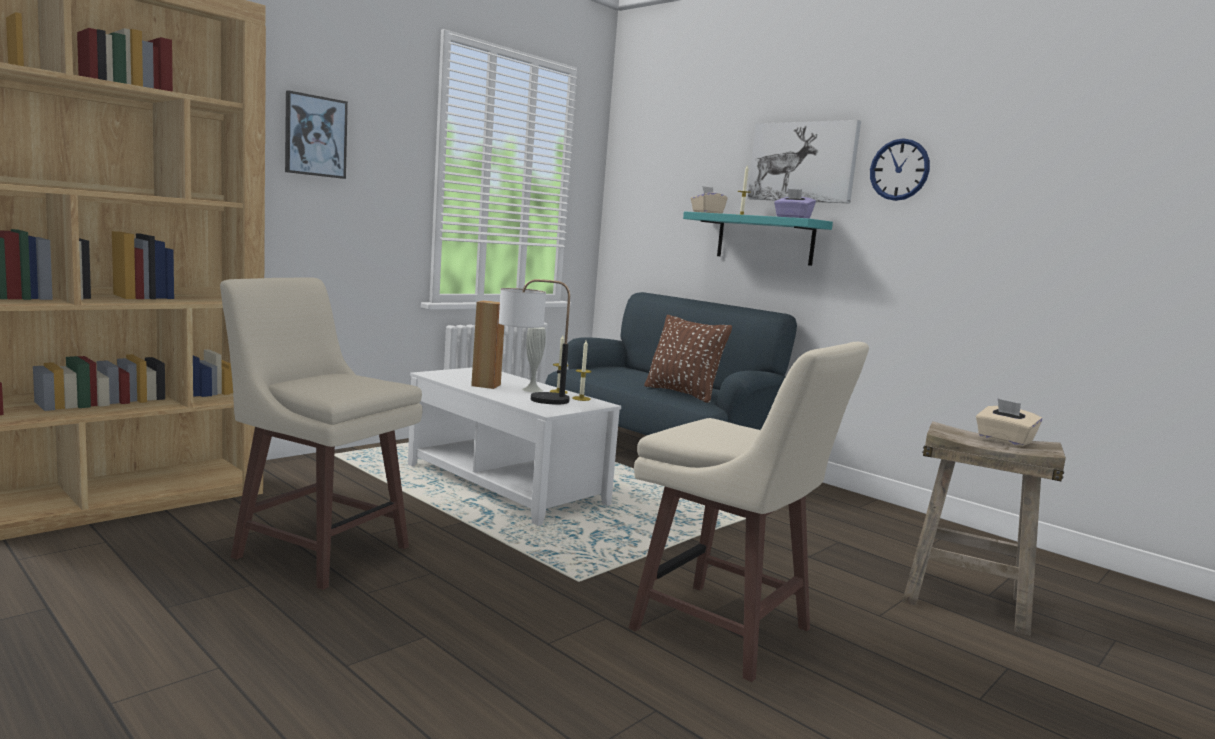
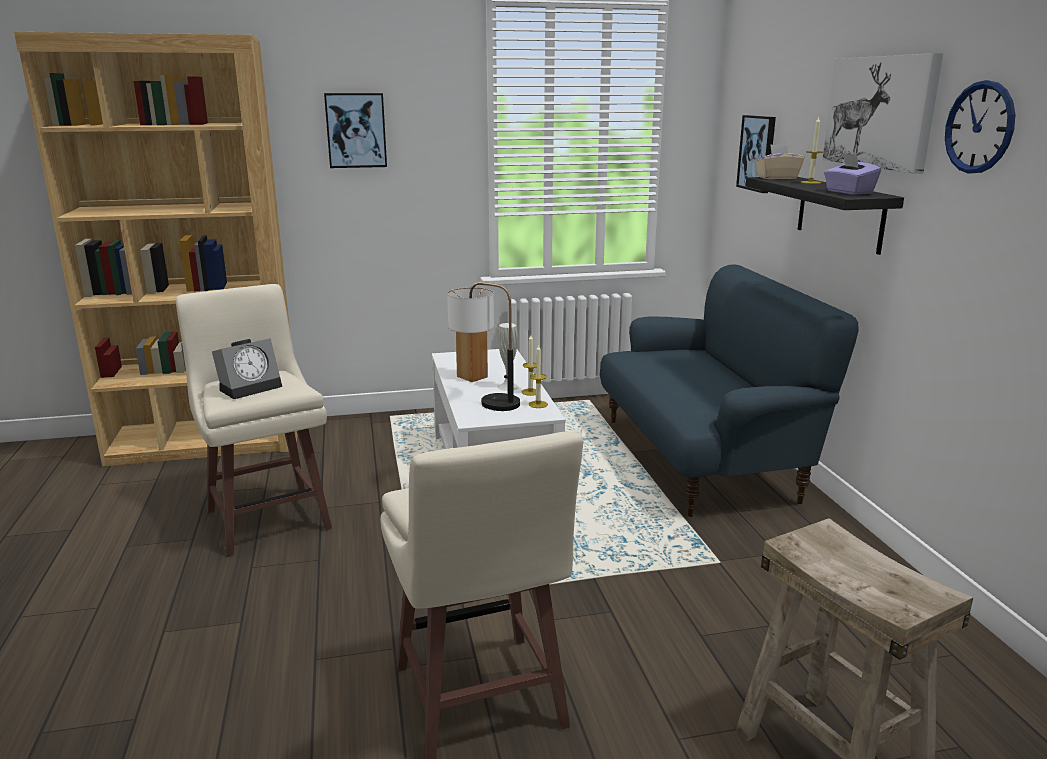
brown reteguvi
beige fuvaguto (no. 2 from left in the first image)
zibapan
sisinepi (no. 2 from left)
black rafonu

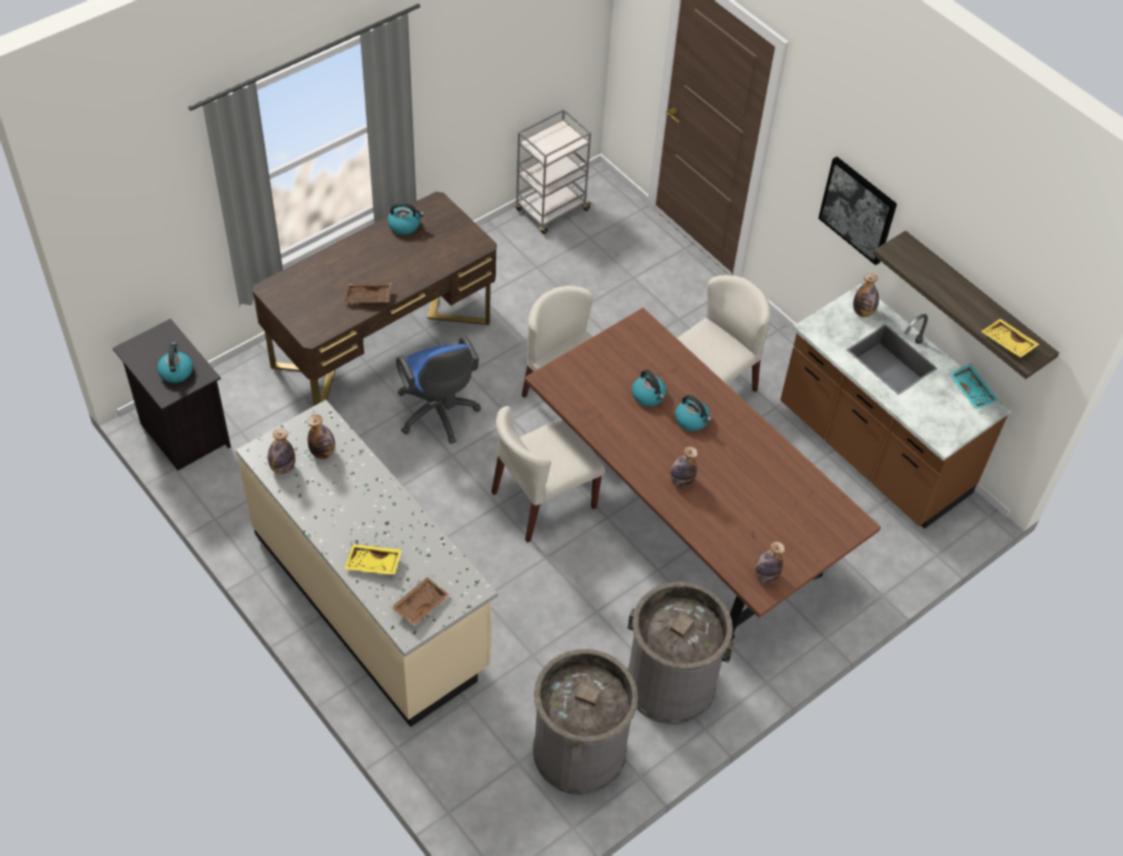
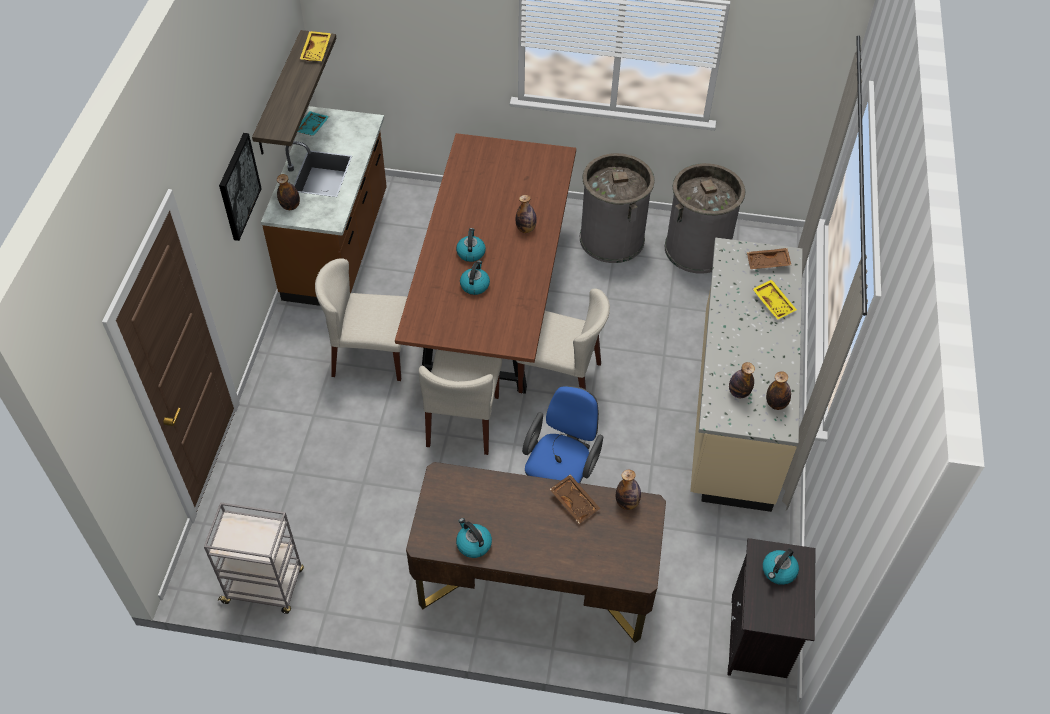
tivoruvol (no. 3 from left)

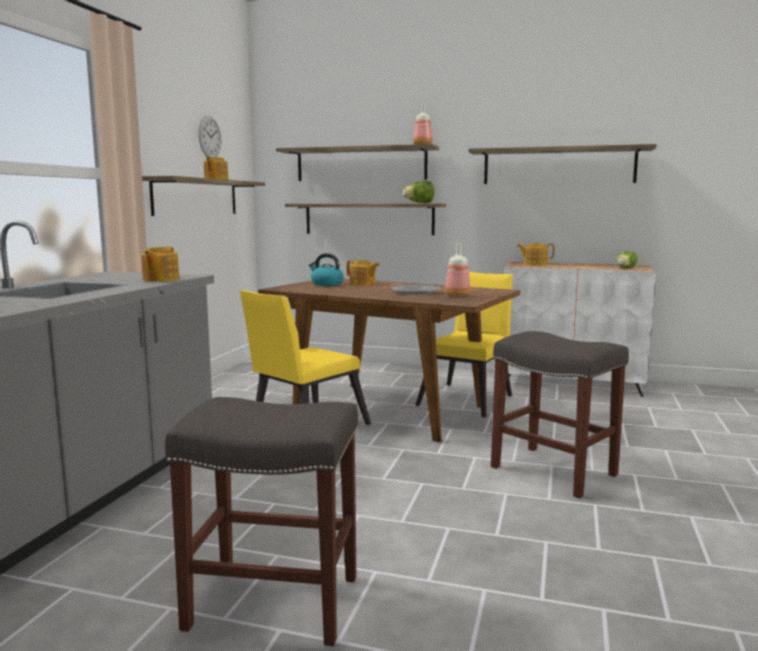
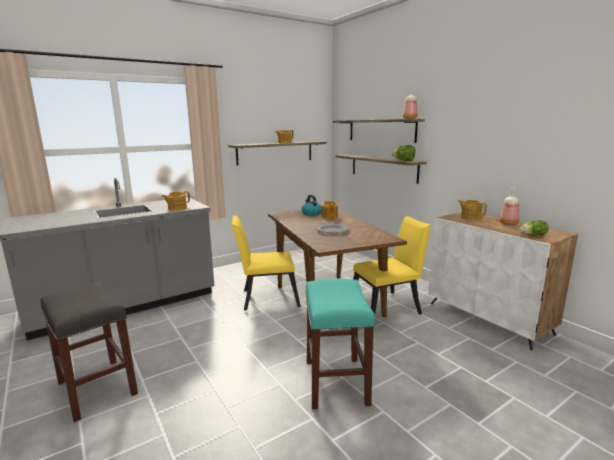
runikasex
rafonu (no. 4 from left in the first image)
tivoruvol (no. 2 from left)
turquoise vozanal

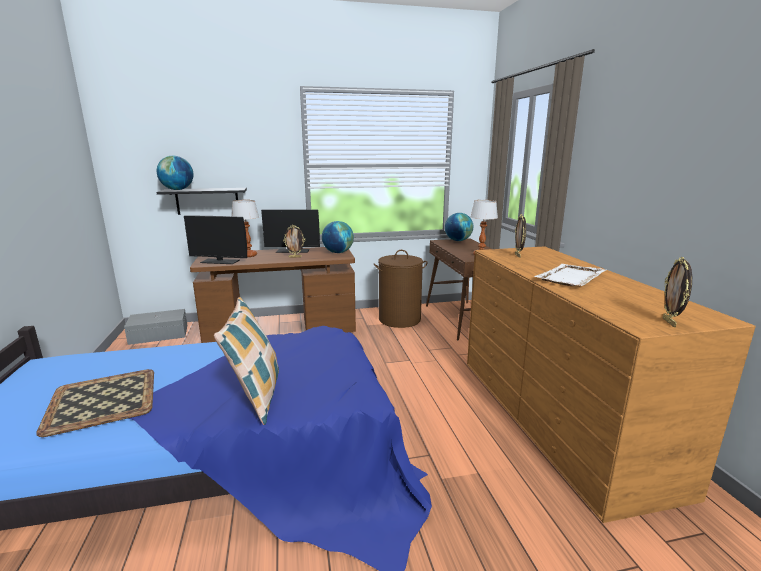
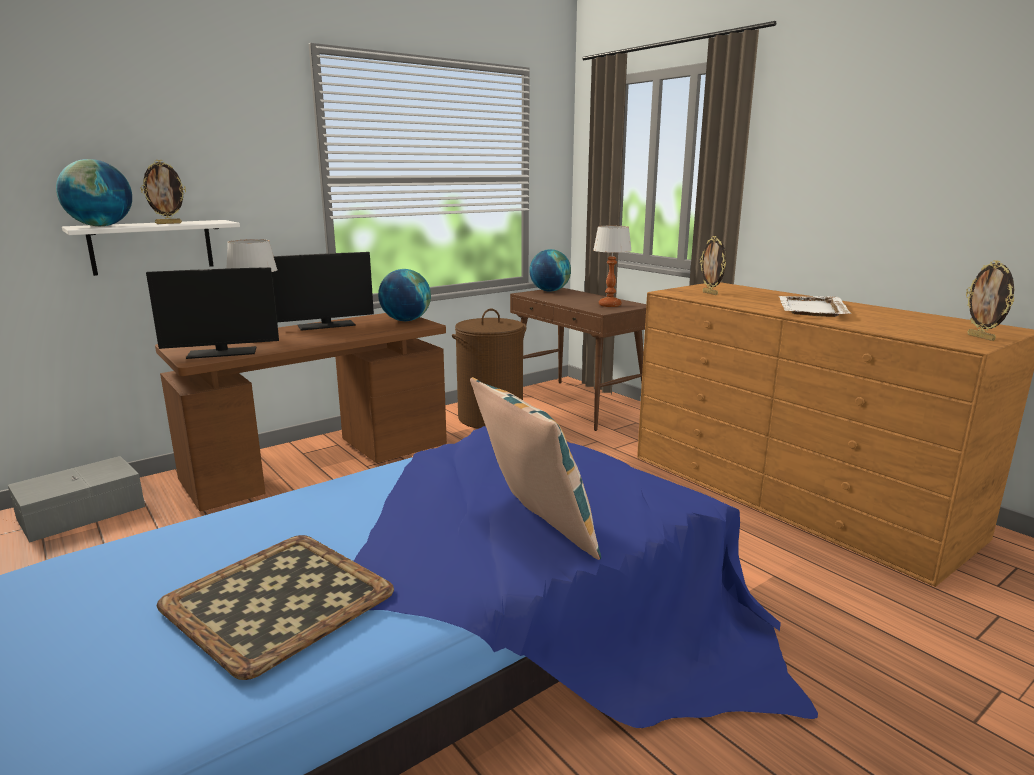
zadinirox (no. 1 from left)
white rafonu

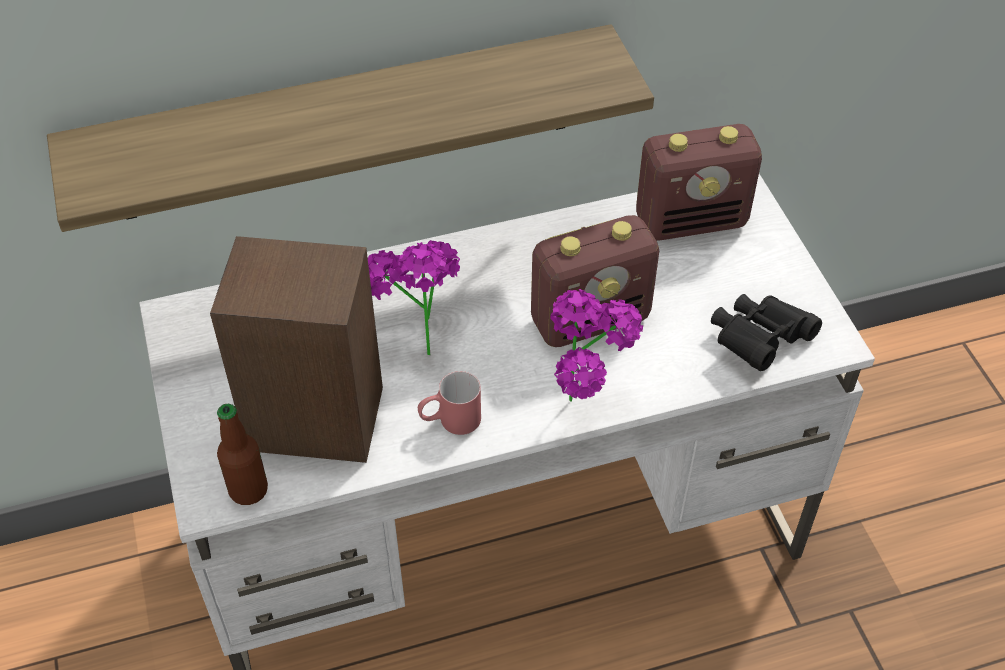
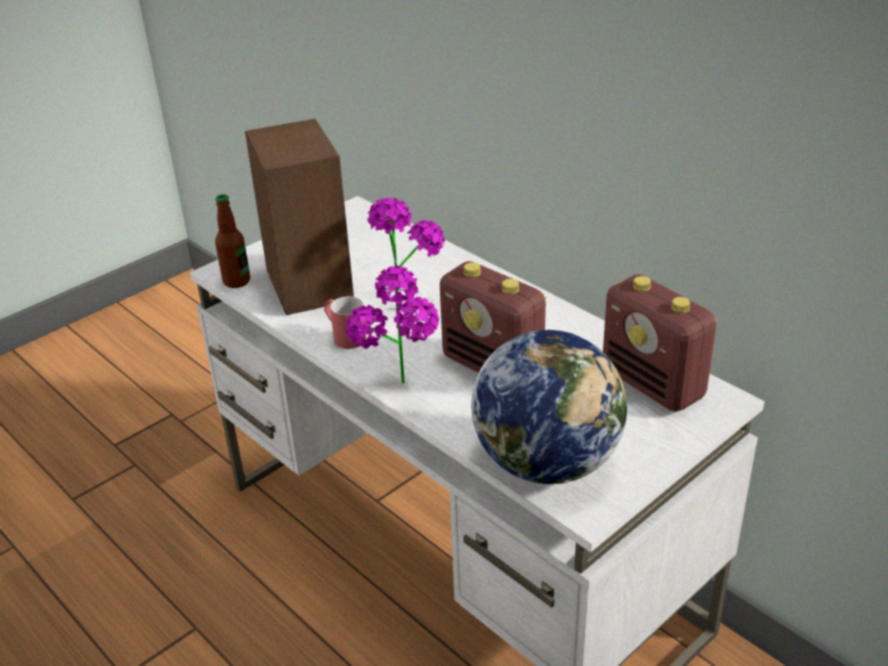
rafonu
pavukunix

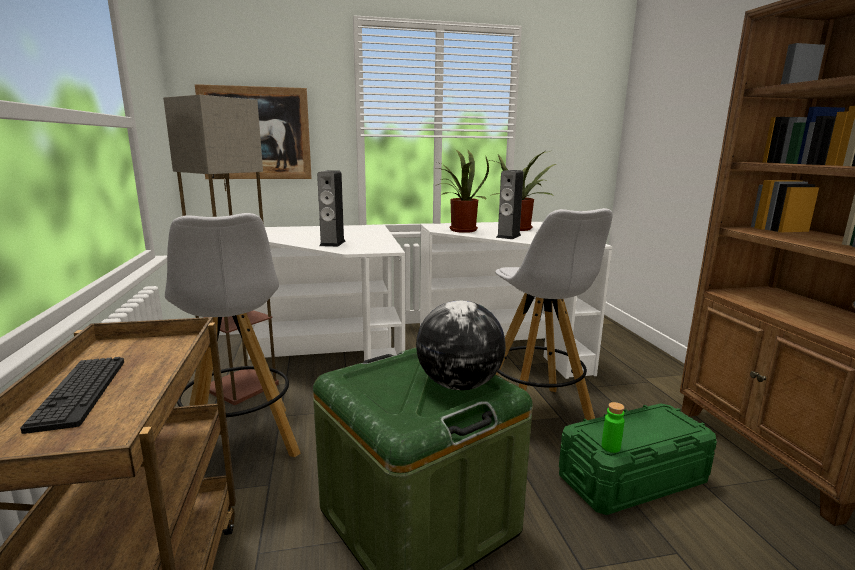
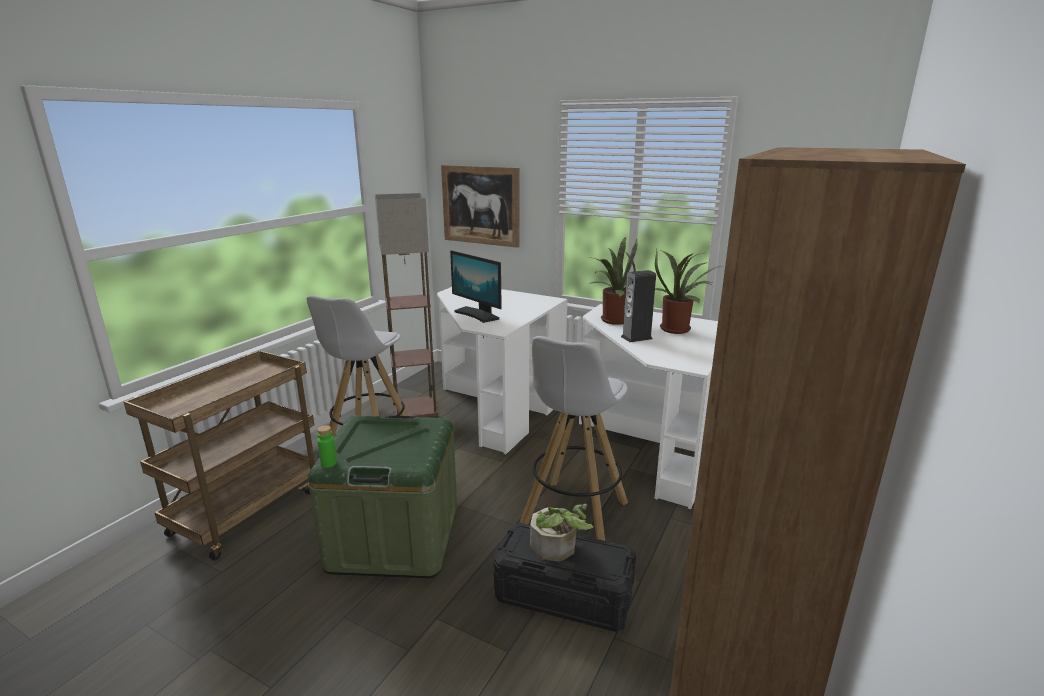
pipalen
pavukunix
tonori (no. 1 from left)
green tivoruvol
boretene
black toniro

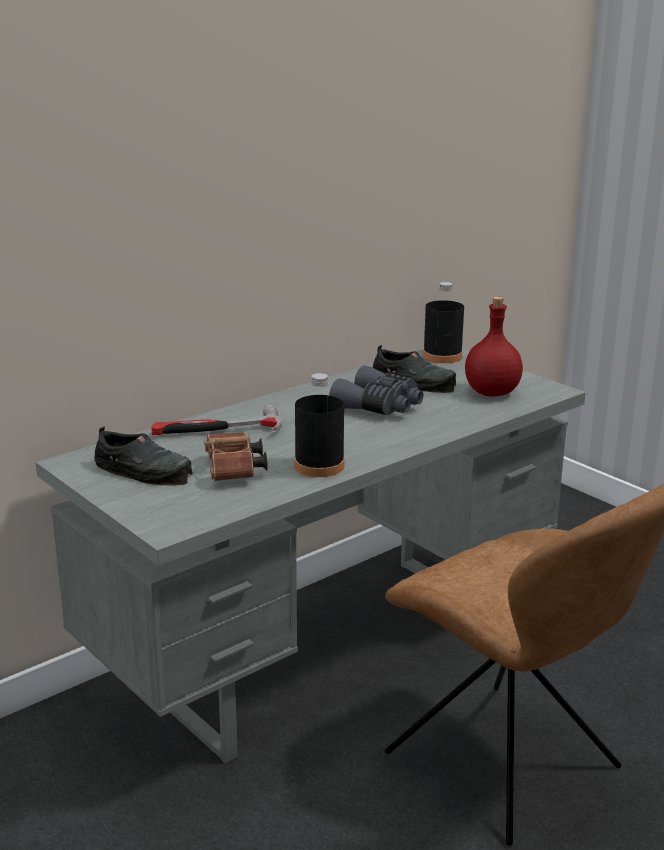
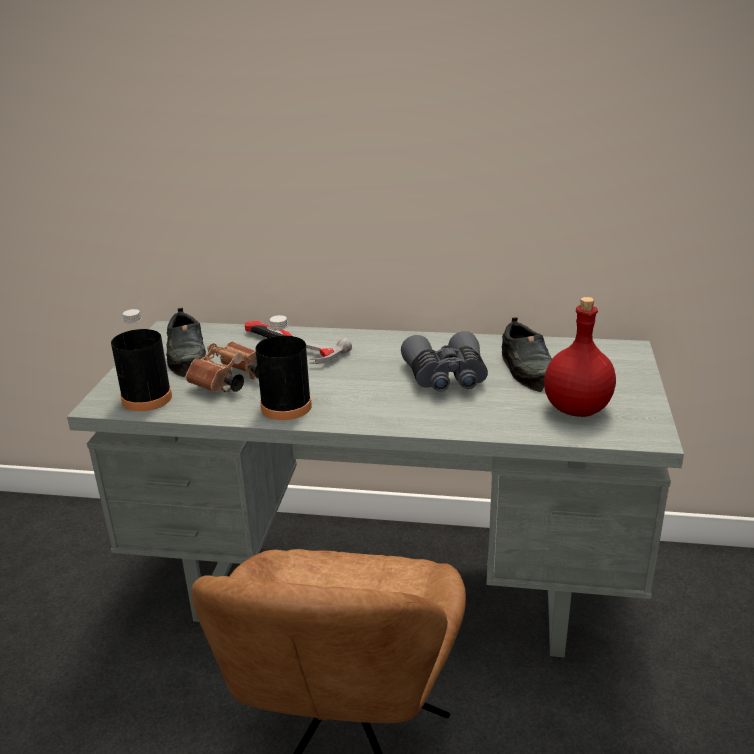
black tivoruvol (no. 1 from left)

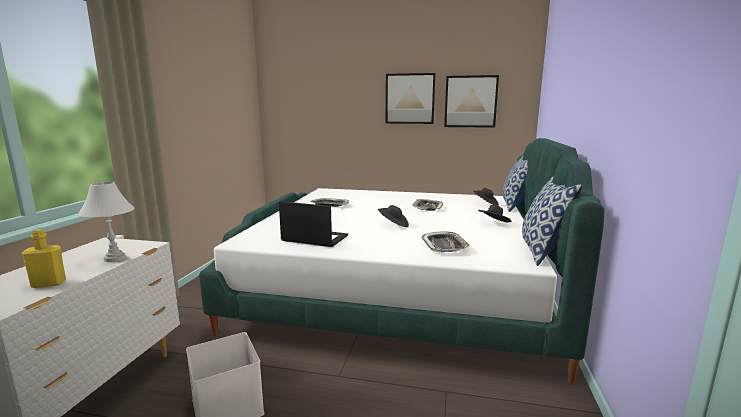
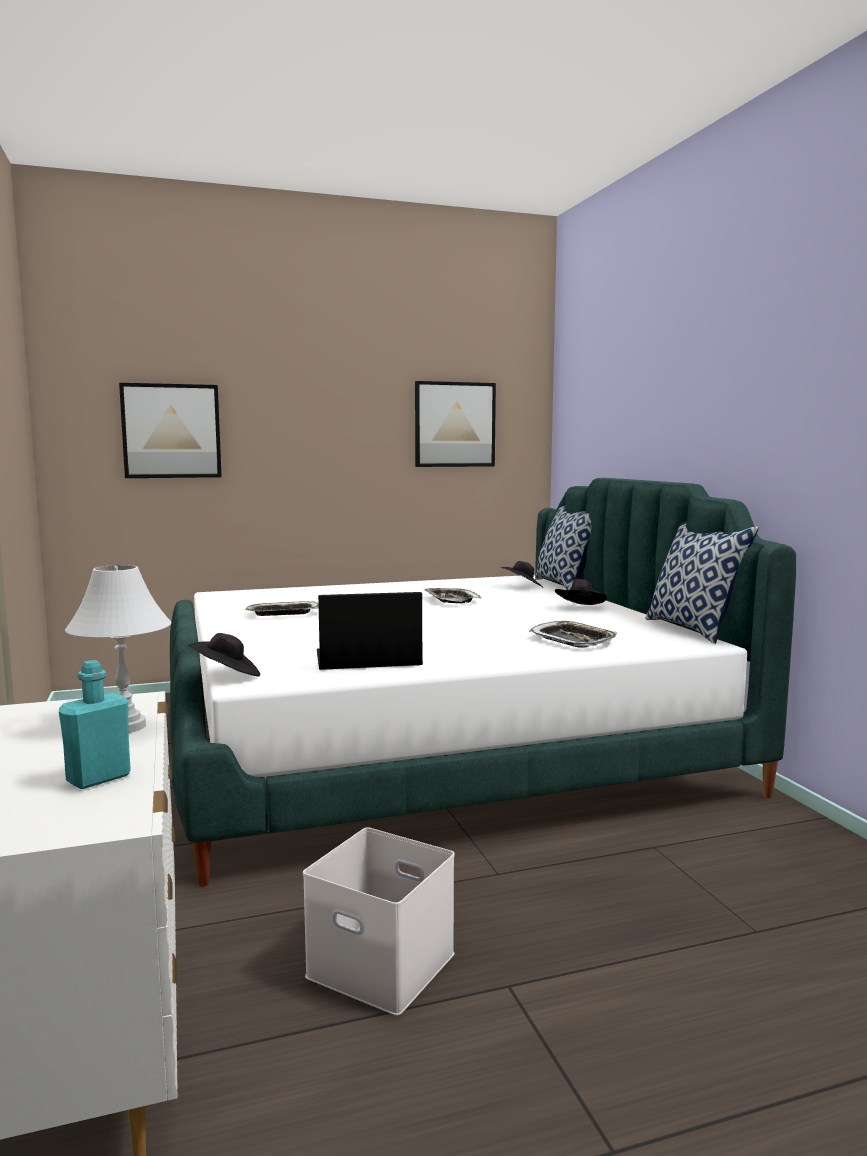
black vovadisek (no. 1 from left)
sisinepi (no. 1 from left)
turquoise tivoruvol

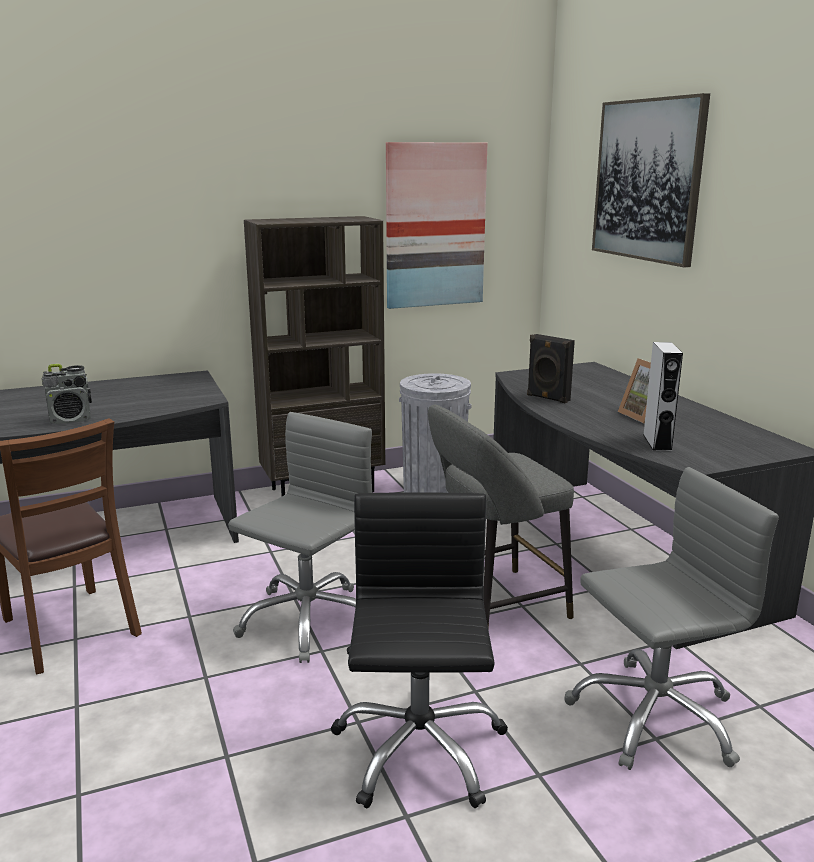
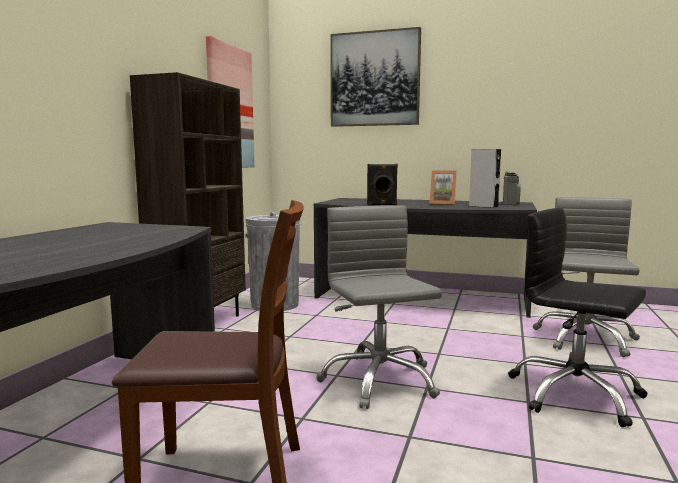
grey vozanal
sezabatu

